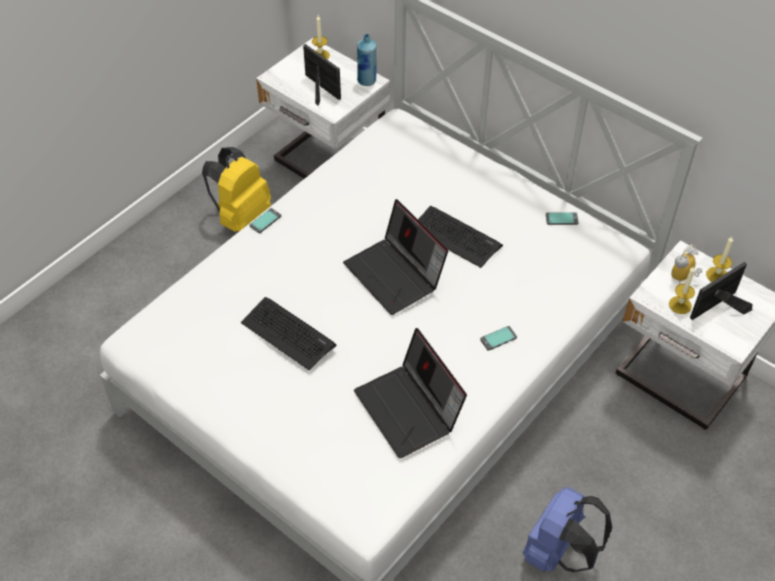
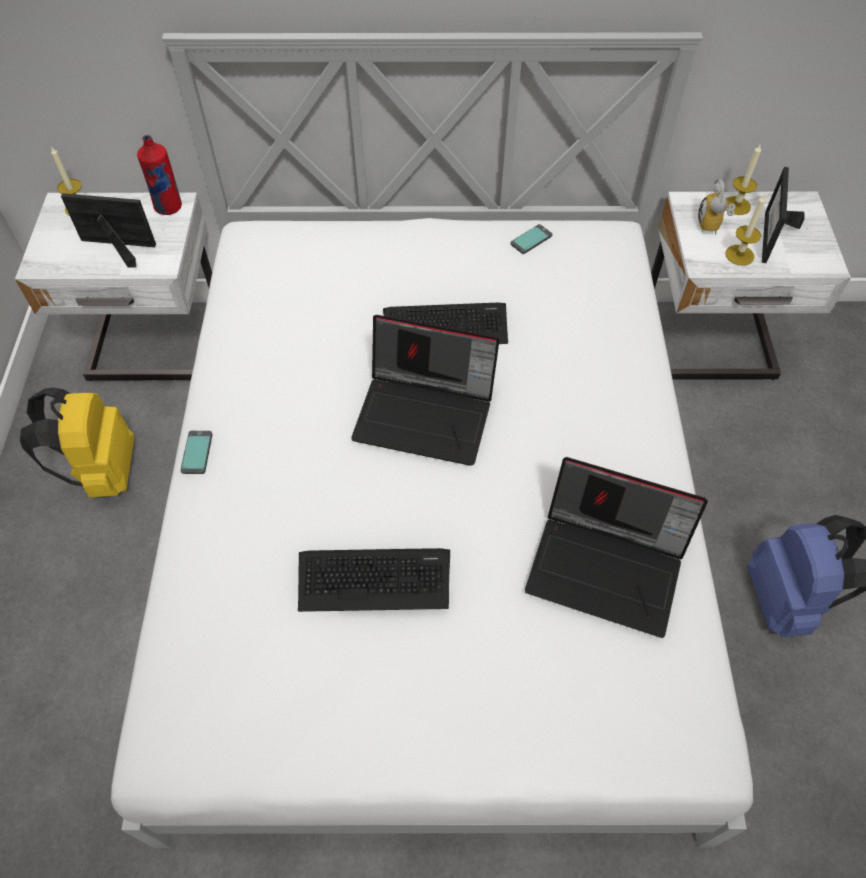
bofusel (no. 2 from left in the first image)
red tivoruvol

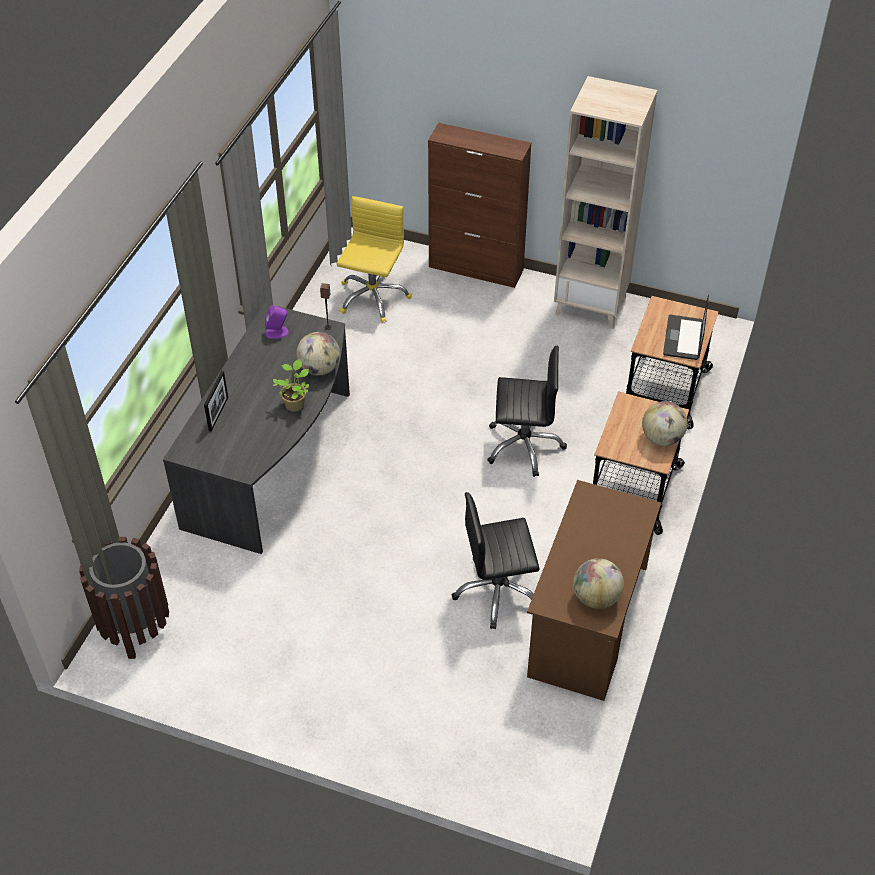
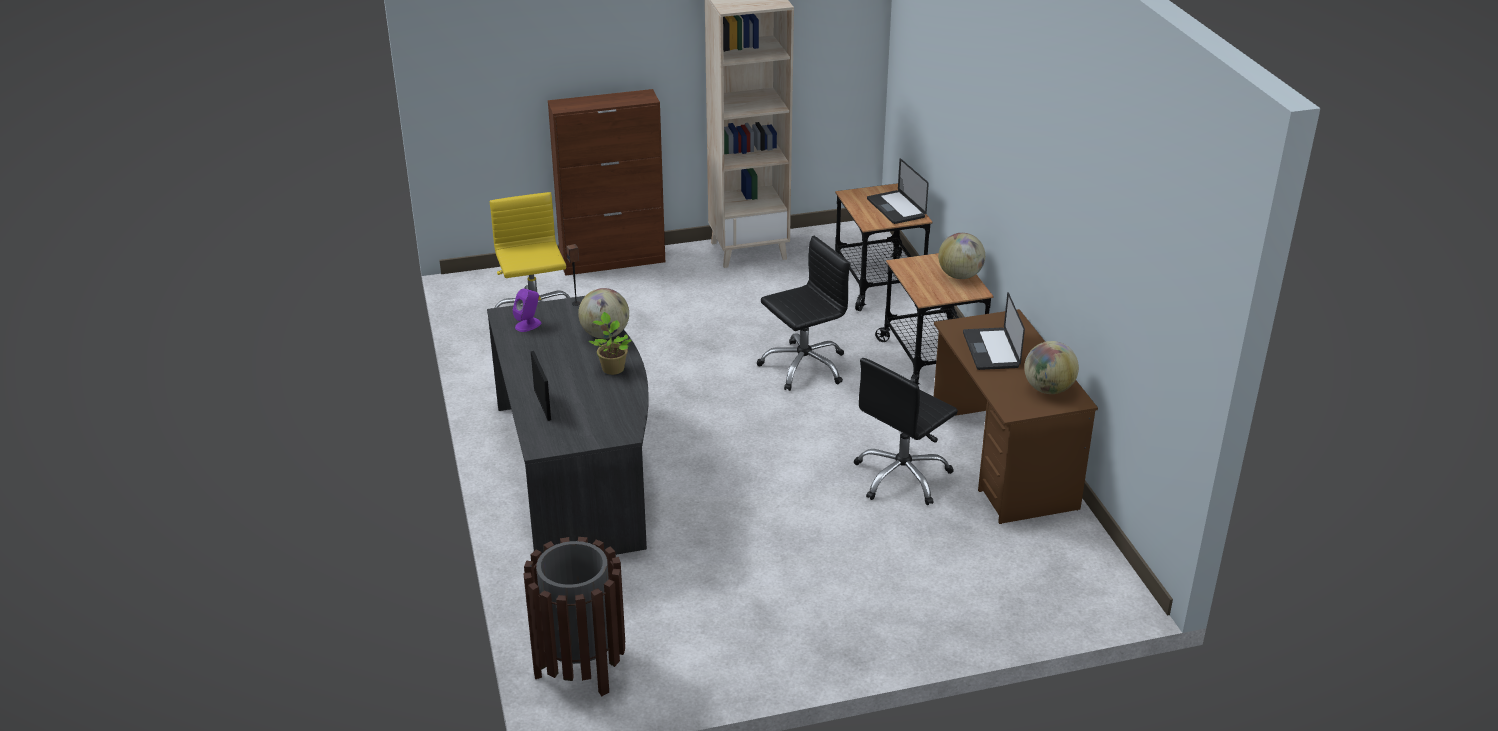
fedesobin (no. 2 from left)

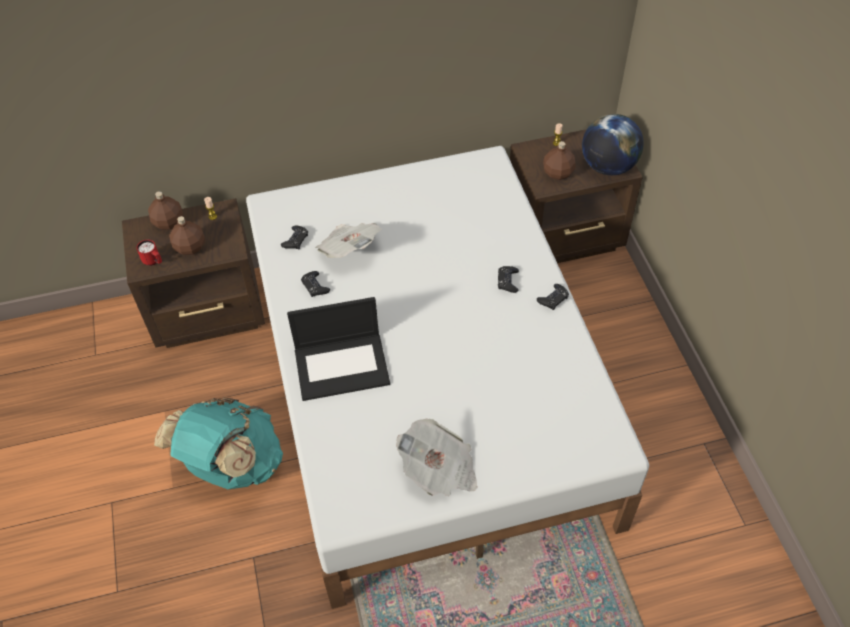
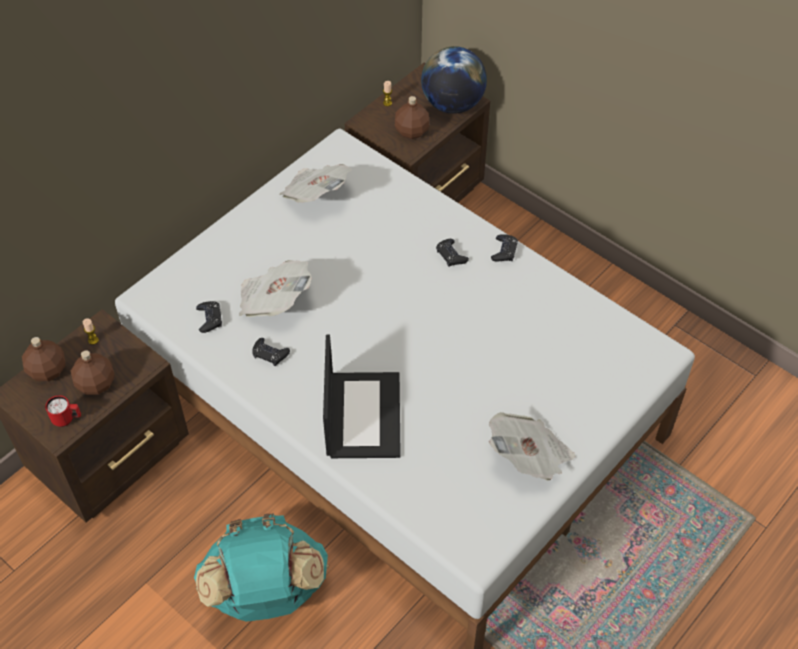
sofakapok (no. 2 from left)
fedesobin

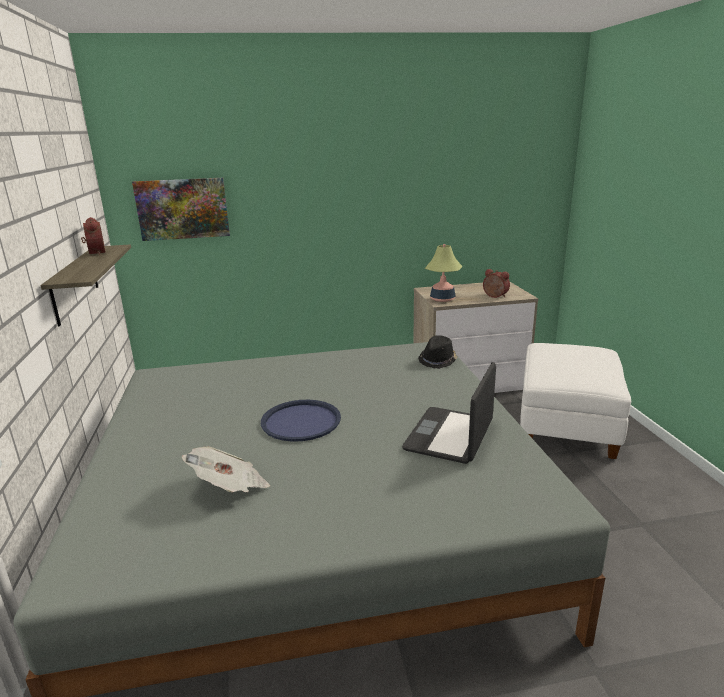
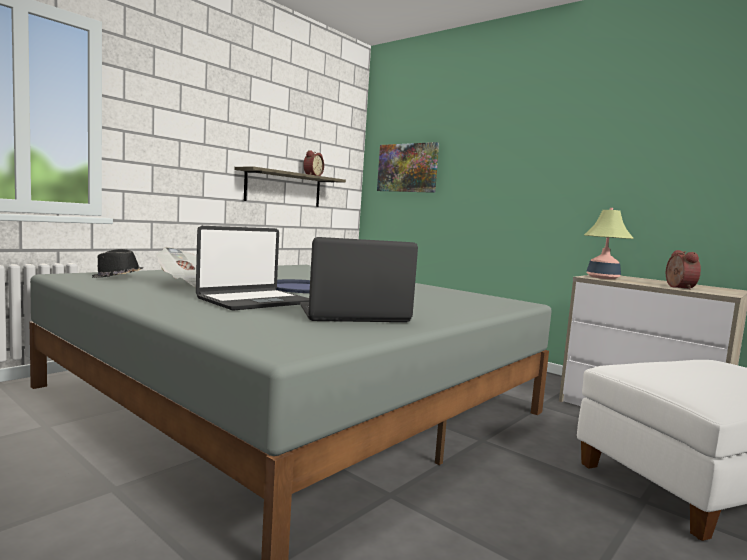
fedesobin (no. 1 from left)
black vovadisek

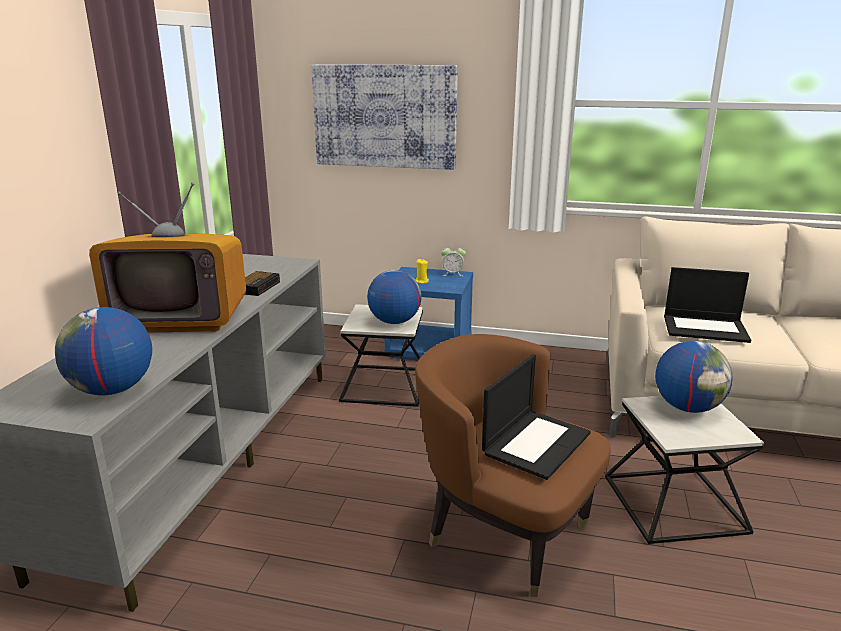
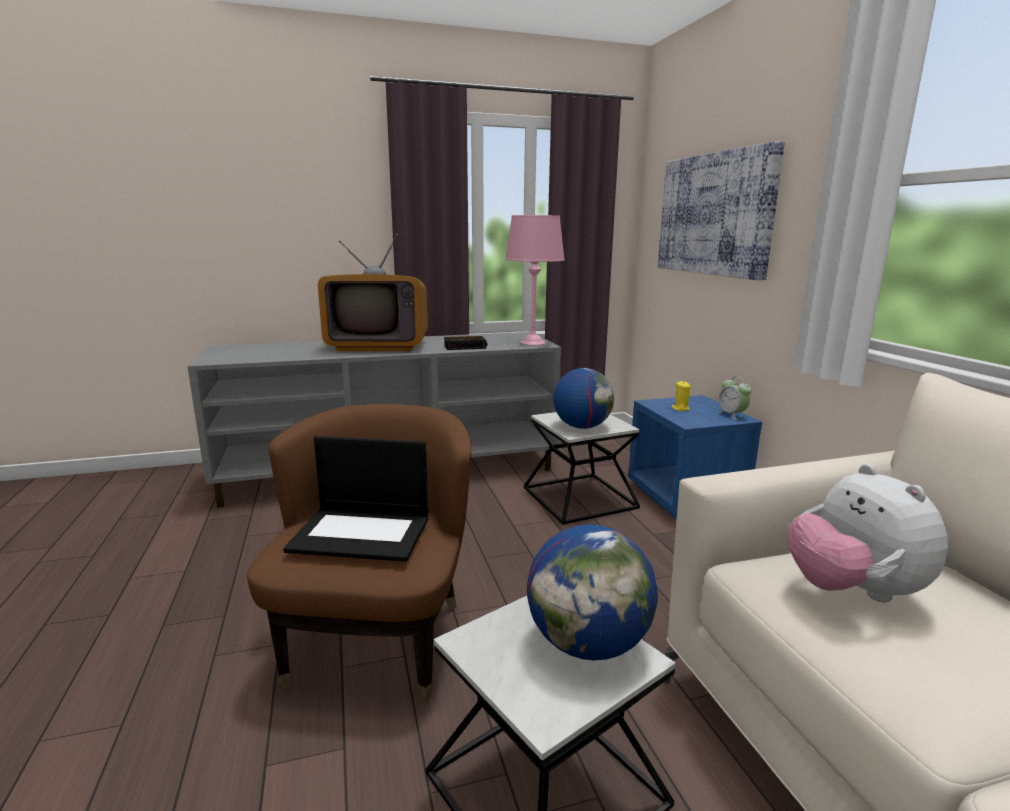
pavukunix (no. 1 from left in the first image)
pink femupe
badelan
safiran

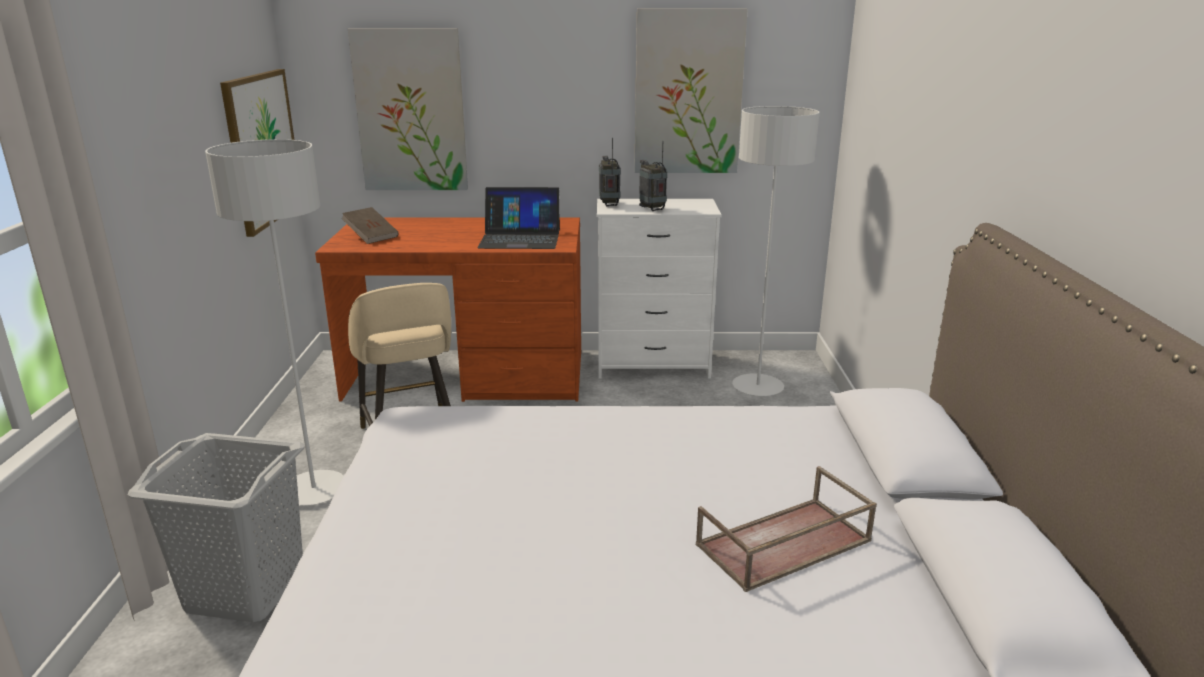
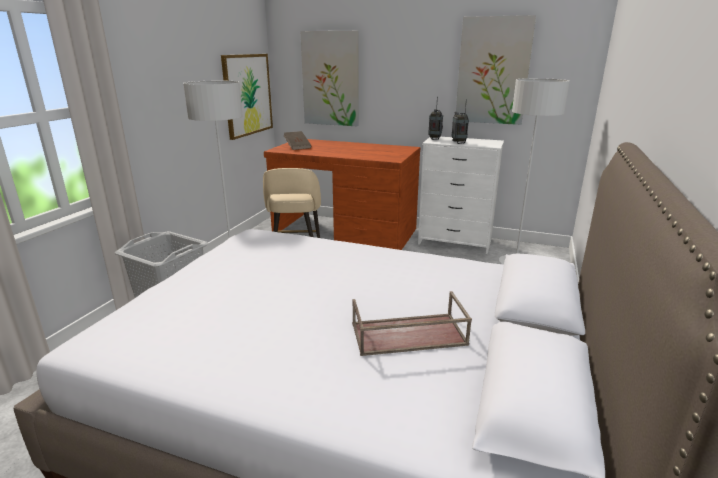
fedesobin

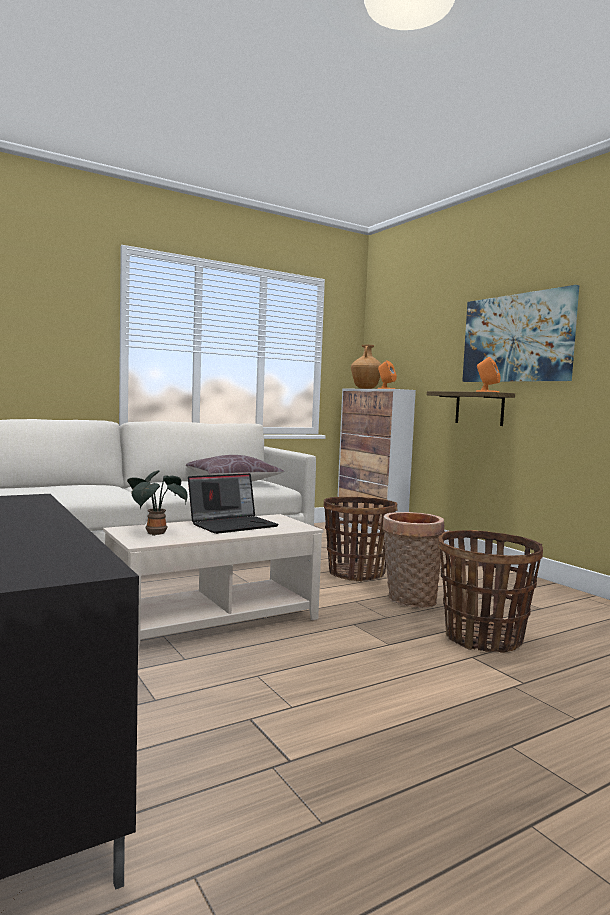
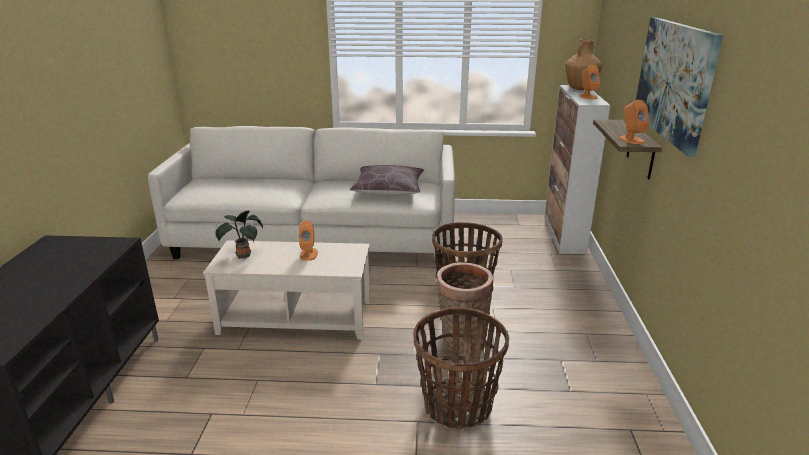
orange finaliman (no. 1 from left)

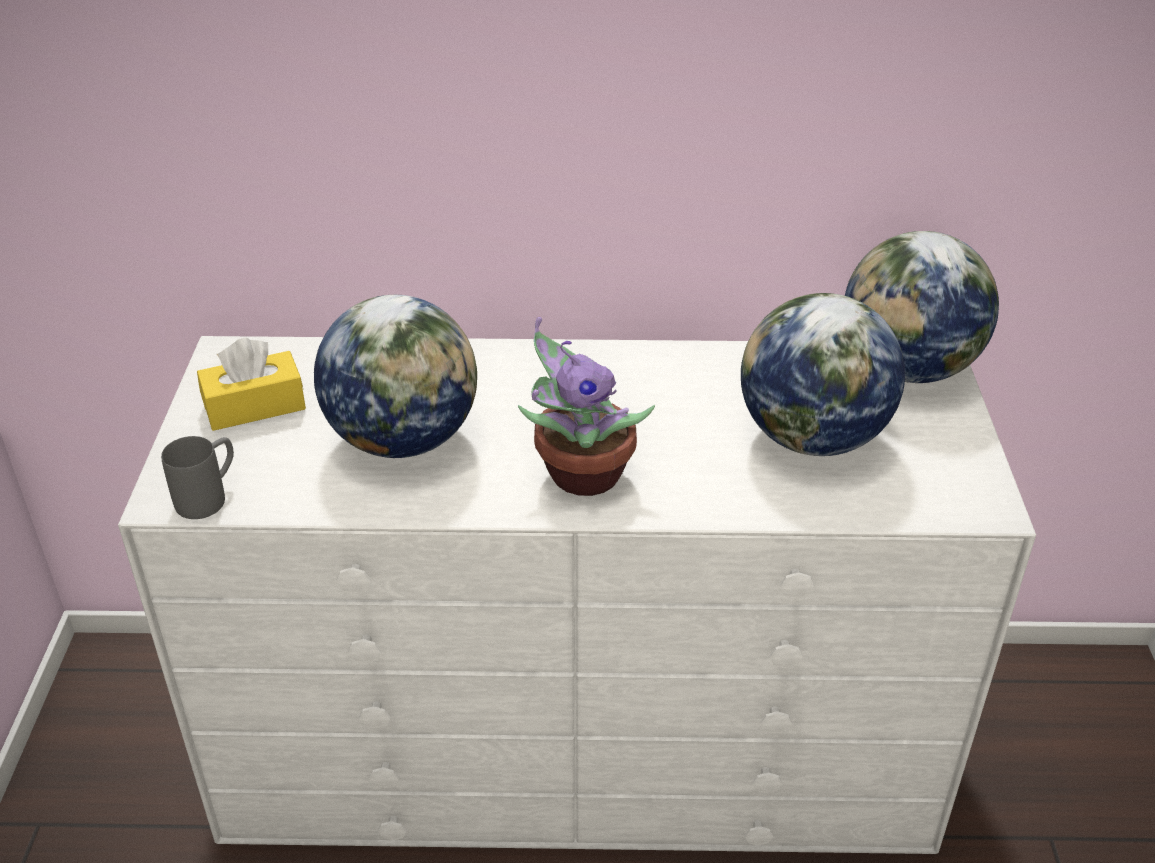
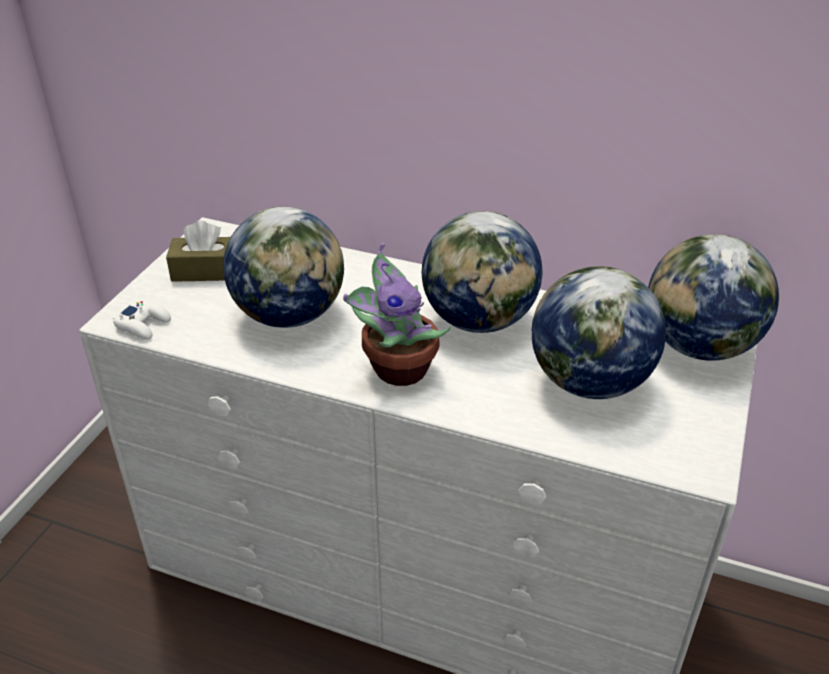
pavukunix (no. 2 from left)
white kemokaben
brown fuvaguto

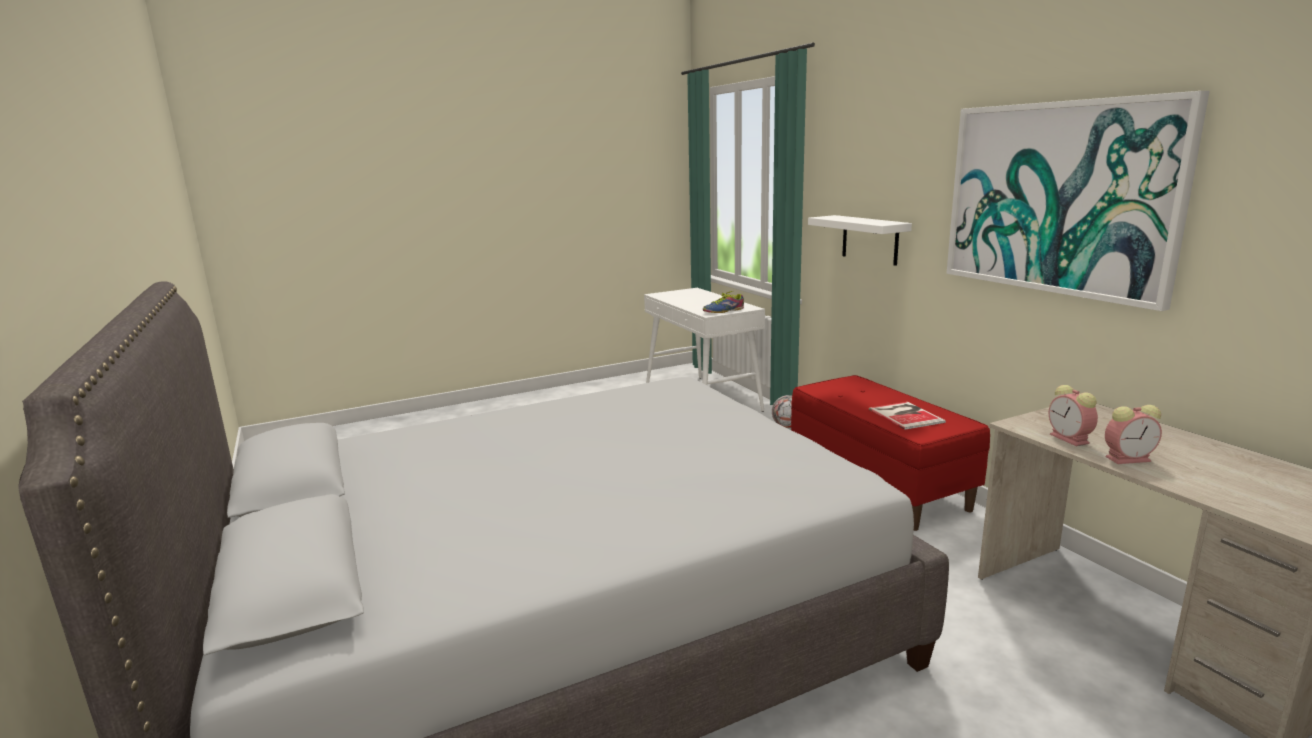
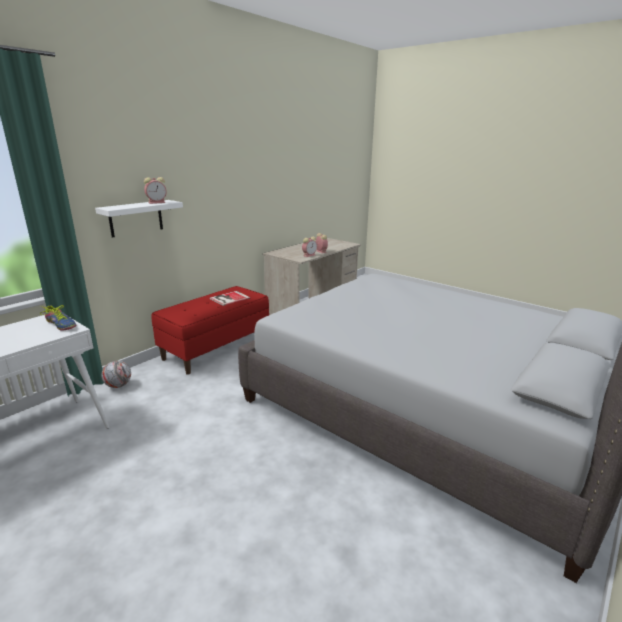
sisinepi
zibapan (no. 1 from left)

